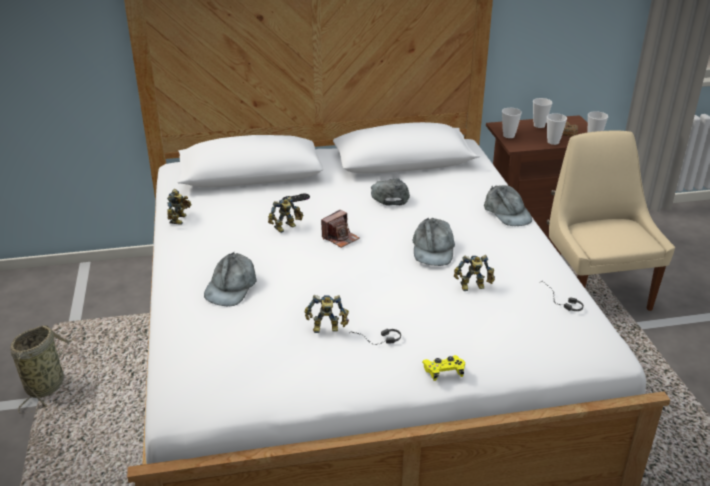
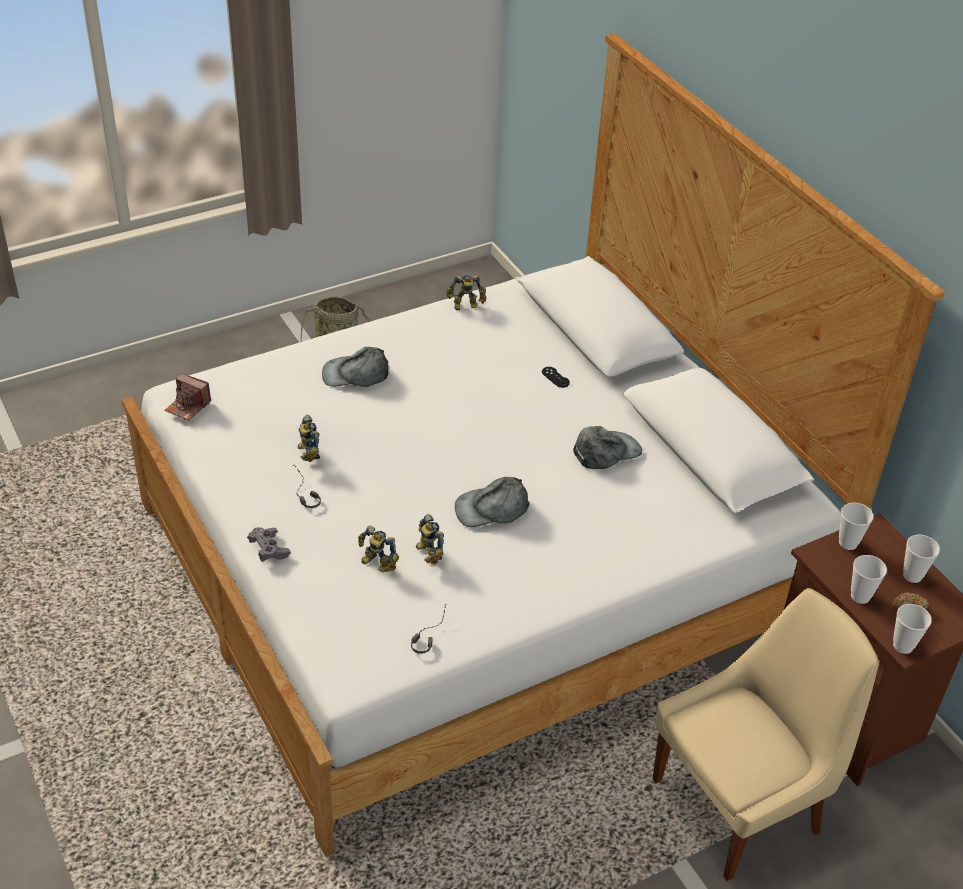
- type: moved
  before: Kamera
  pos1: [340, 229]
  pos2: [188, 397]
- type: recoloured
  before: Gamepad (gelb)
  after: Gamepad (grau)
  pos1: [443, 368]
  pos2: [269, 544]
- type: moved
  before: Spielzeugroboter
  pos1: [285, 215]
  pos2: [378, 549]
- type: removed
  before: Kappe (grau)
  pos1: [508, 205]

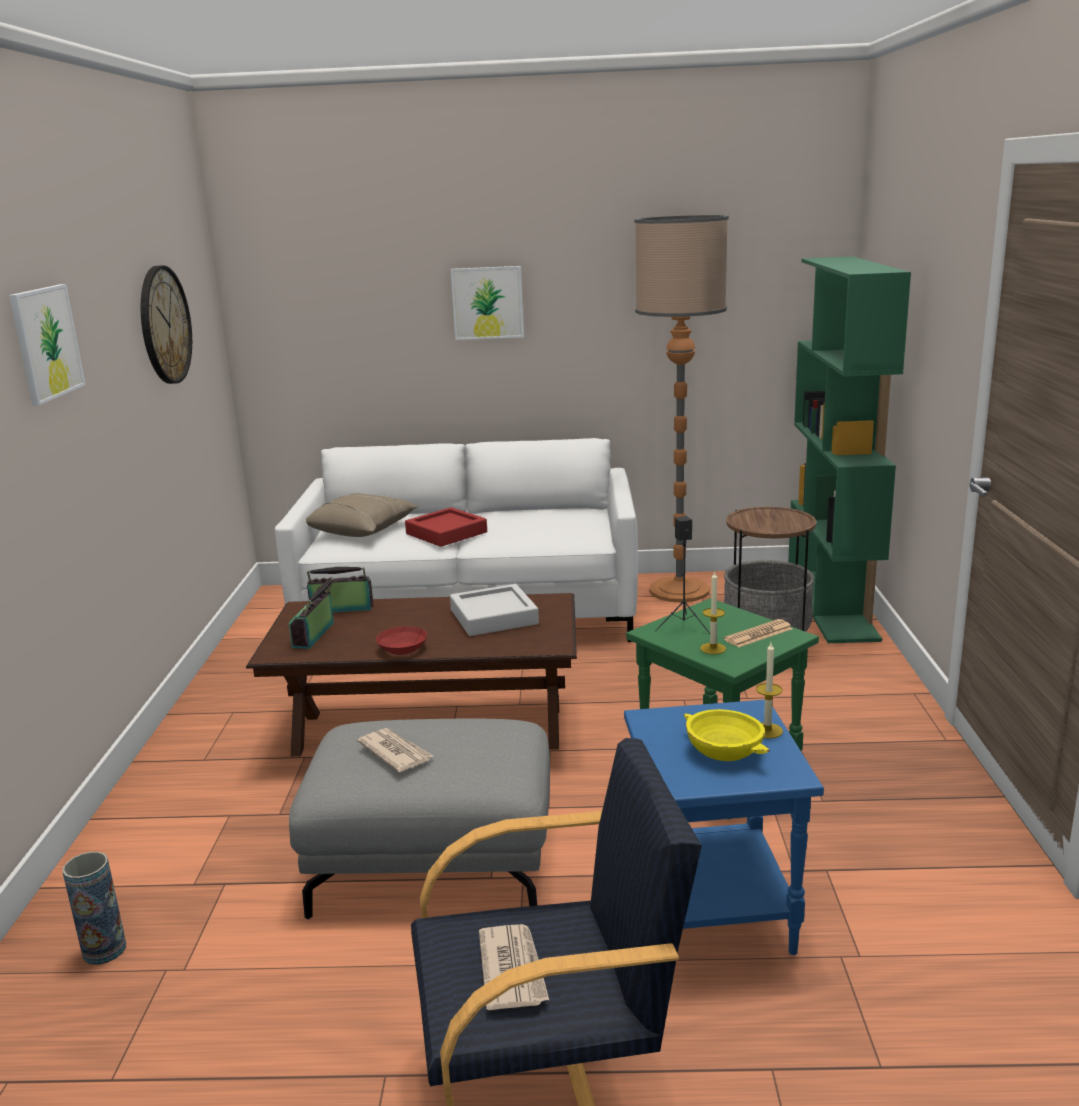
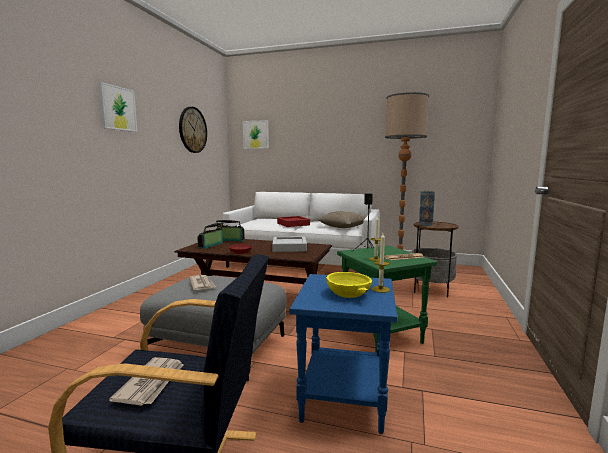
- type: moved
  before: Bild
  pos1: [487, 303]
  pos2: [256, 134]
- type: moved
  before: Kissen (beige)
  pos1: [362, 515]
  pos2: [341, 219]
- type: moved
  before: Vase
  pos1: [94, 908]
  pos2: [427, 208]
- type: removed
  before: Bücherregal (grün)
  pos1: [849, 449]

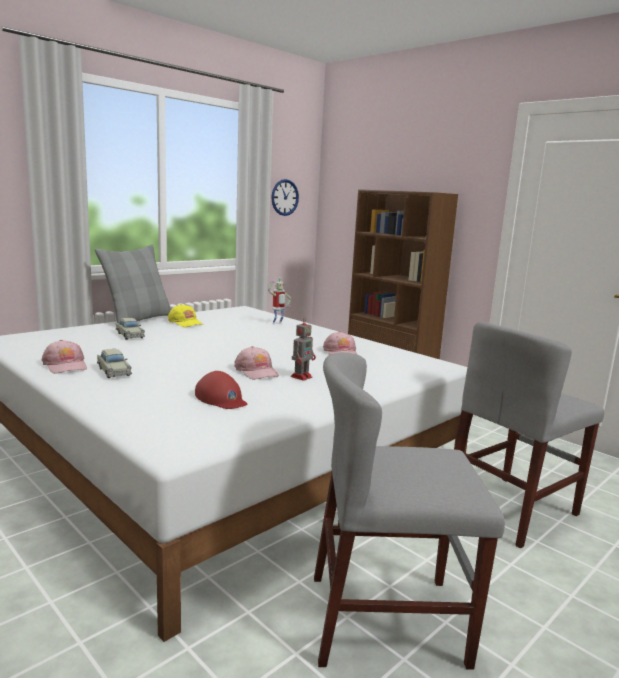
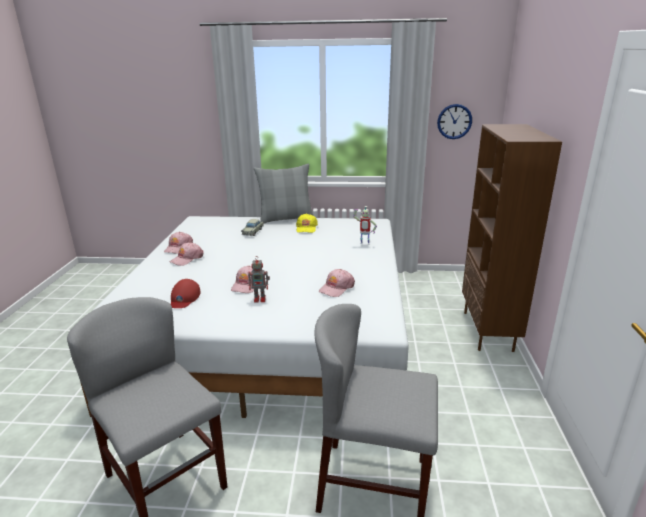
- type: replaced
  before: Spielzeugauto (beige)
  after: Kappe (rosa)
  pos1: [114, 363]
  pos2: [187, 254]

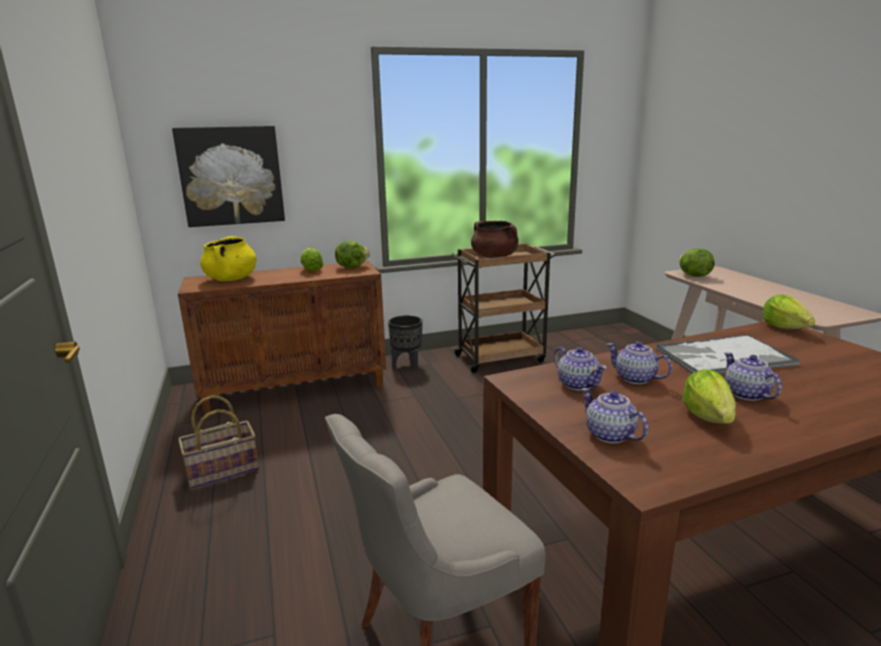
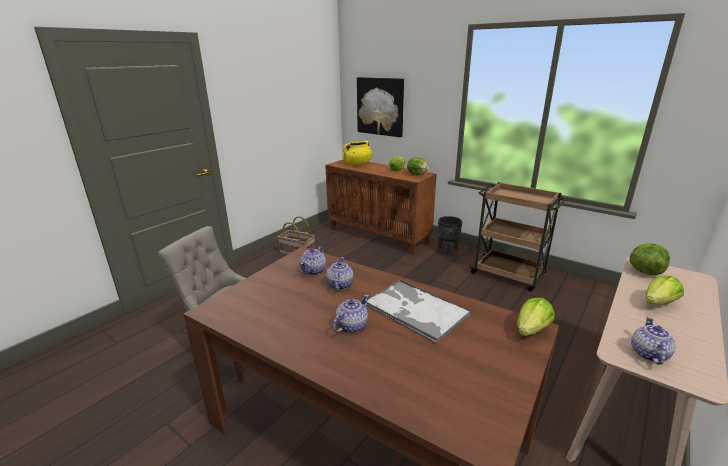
- type: moved
  before: Teekanne
  pos1: [614, 415]
  pos2: [653, 341]
- type: moved
  before: Salatkopf
  pos1: [709, 396]
  pos2: [664, 290]
- type: removed
  before: Kochtopf (braun)
  pos1: [495, 239]

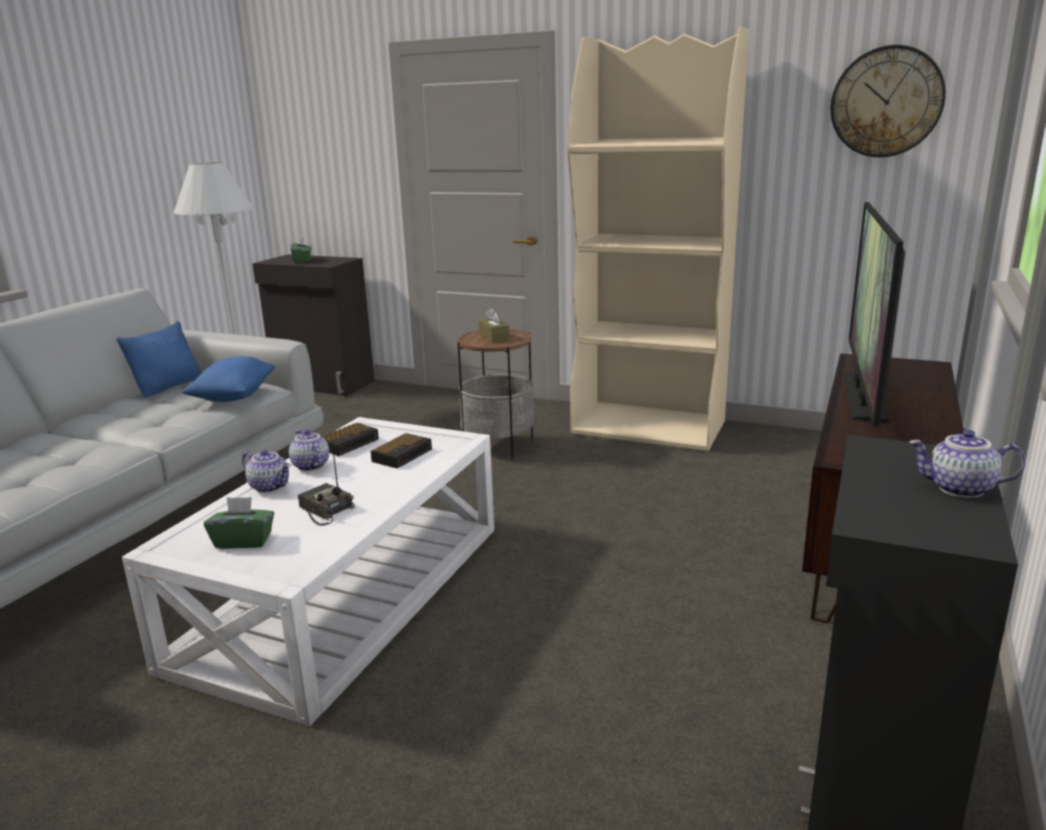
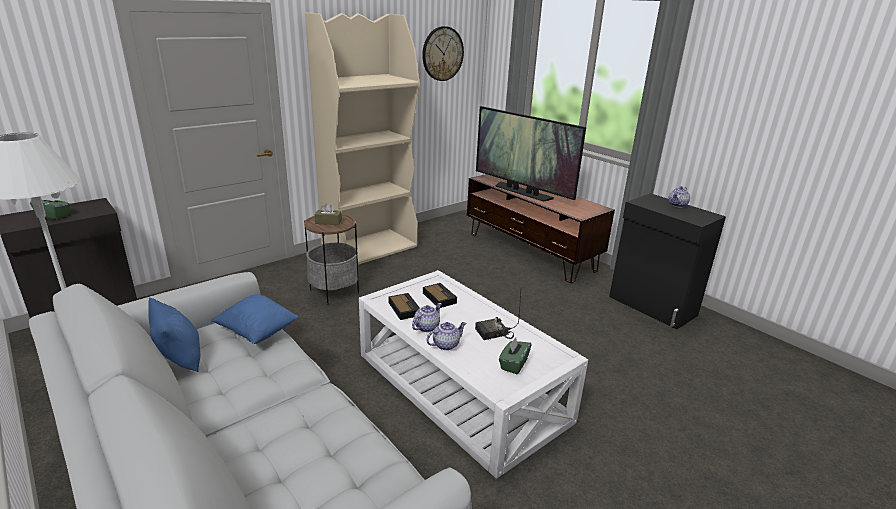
- type: turned
  before: Teekanne
  pos1: [309, 450]
  pos2: [427, 317]
  turn: 135

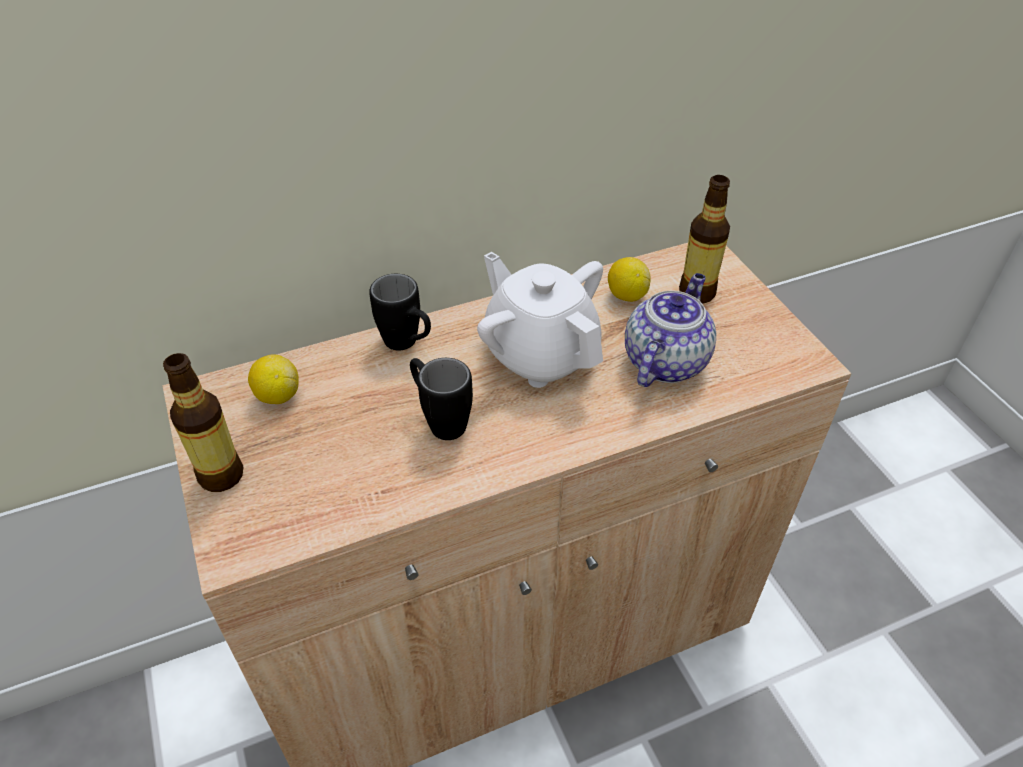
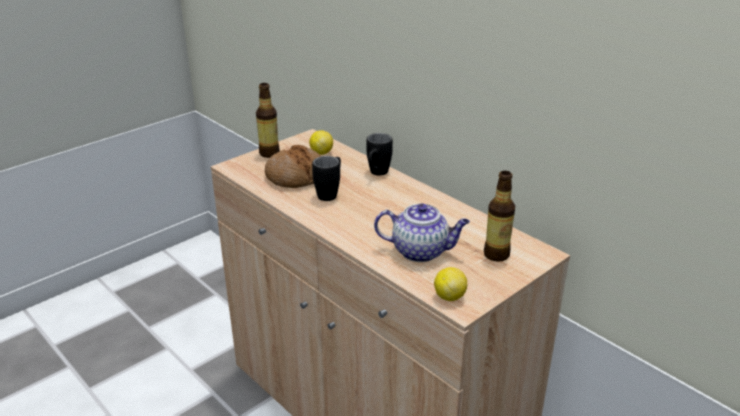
- type: added
  after: Brot
  pos2: [293, 166]
- type: moved
  before: Zitrone
  pos1: [629, 279]
  pos2: [450, 284]
- type: removed
  before: Teekanne (weiß)
  pos1: [540, 320]

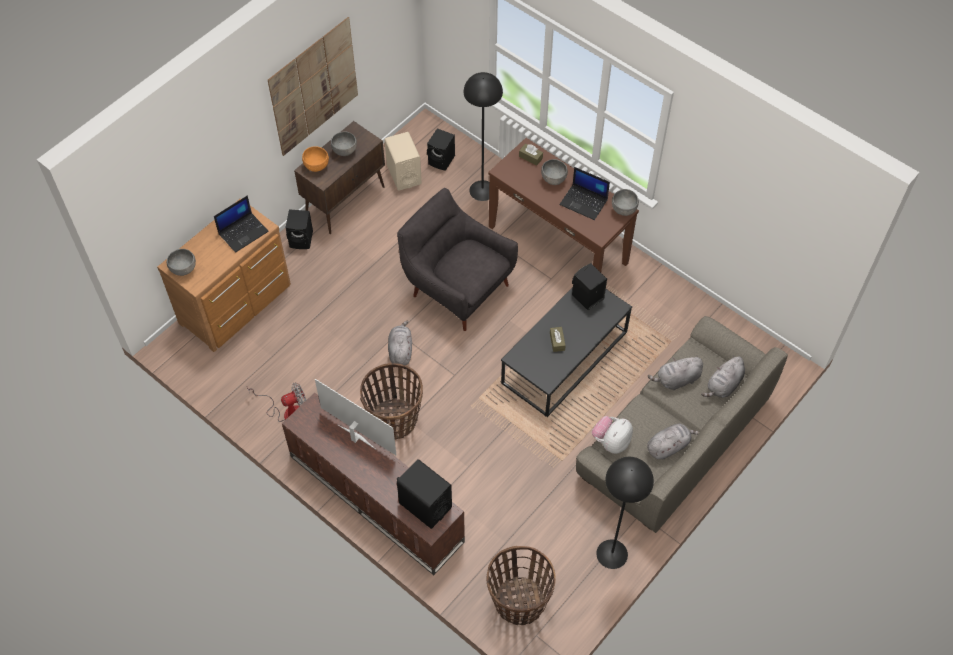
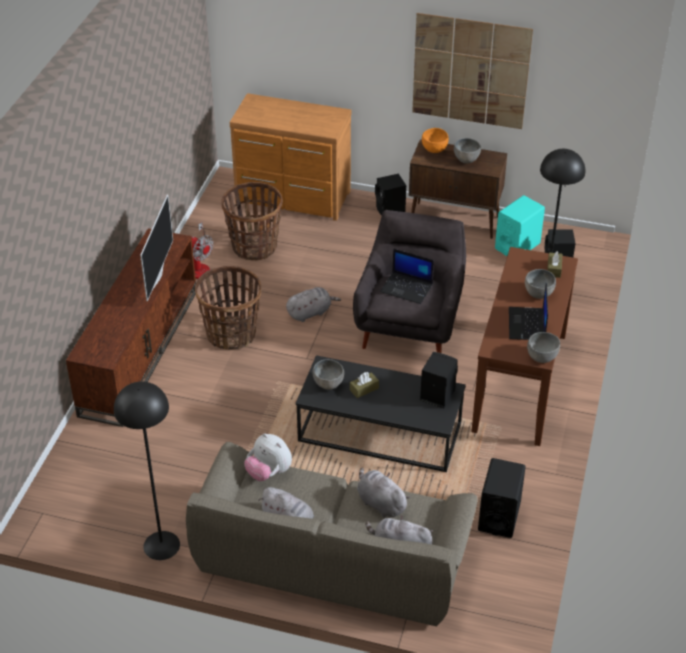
- type: moved
  before: Korb
  pos1: [521, 585]
  pos2: [252, 221]
- type: turned
  before: Plüschtier
  pos1: [612, 435]
  pos2: [268, 457]
  turn: -150
- type: moved
  before: Schüssel (grau)
  pos1: [181, 262]
  pos2: [328, 374]
- type: moved
  before: Laptop
  pos1: [241, 224]
  pos2: [407, 276]
- type: moved
  before: Lautsprecher (schwarz)
  pos1: [424, 494]
  pos2: [502, 498]
- type: recoloured
  before: Lautsprecher (beige)
  after: Lautsprecher (türkis)
  pos1: [403, 161]
  pos2: [520, 225]

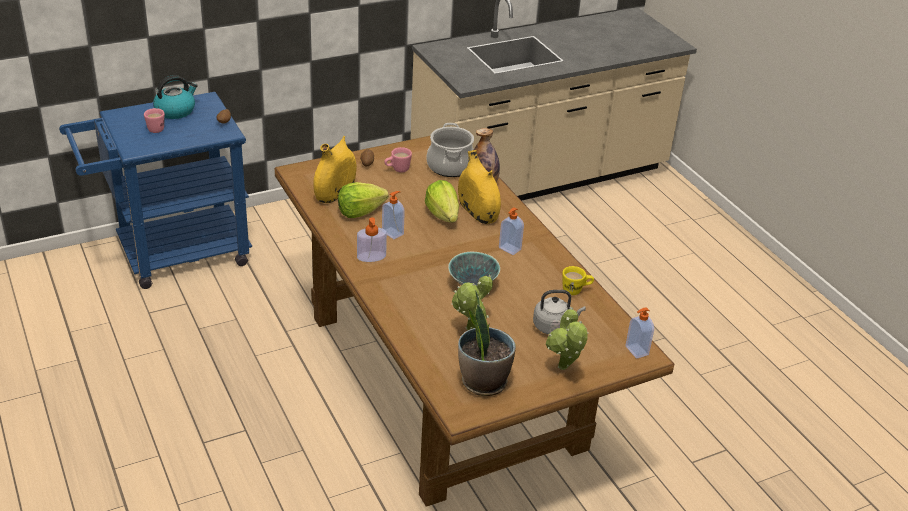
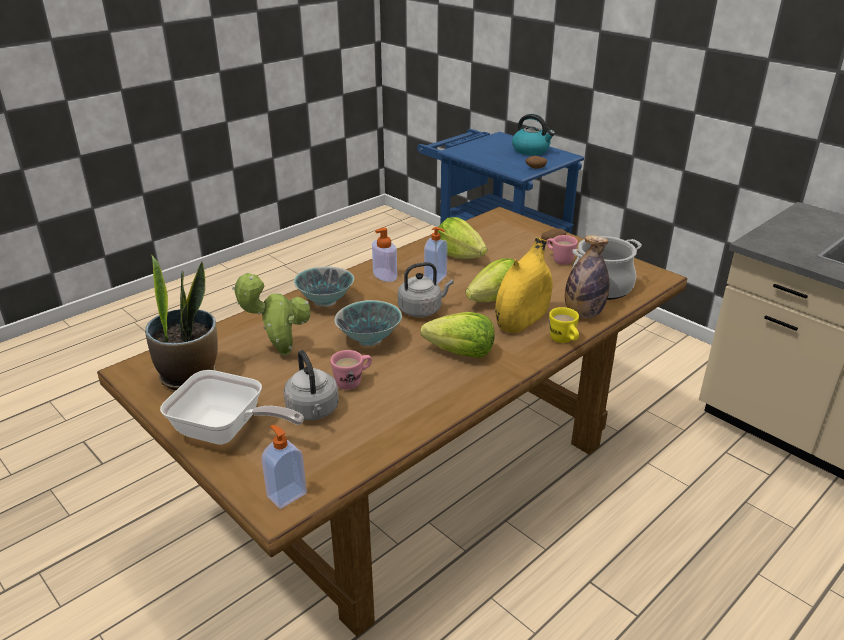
- type: replaced
  before: Topfpflanze
  after: Pfanne
  pos1: [567, 338]
  pos2: [232, 407]
- type: added
  after: Schüssel
  pos2: [324, 287]
- type: moved
  before: Henkelbecher (rosa)
  pos1: [154, 120]
  pos2: [351, 370]
- type: added
  after: Wasserkessel (grau)
  pos2: [426, 289]
- type: replaced
  before: Seifenspender
  after: Salatkopf
  pos1: [511, 231]
  pos2: [457, 335]
- type: moved
  before: Henkelbecher (gelb)
  pos1: [578, 280]
  pos2: [564, 325]
- type: removed
  before: Vase (gelb)
  pos1: [335, 169]

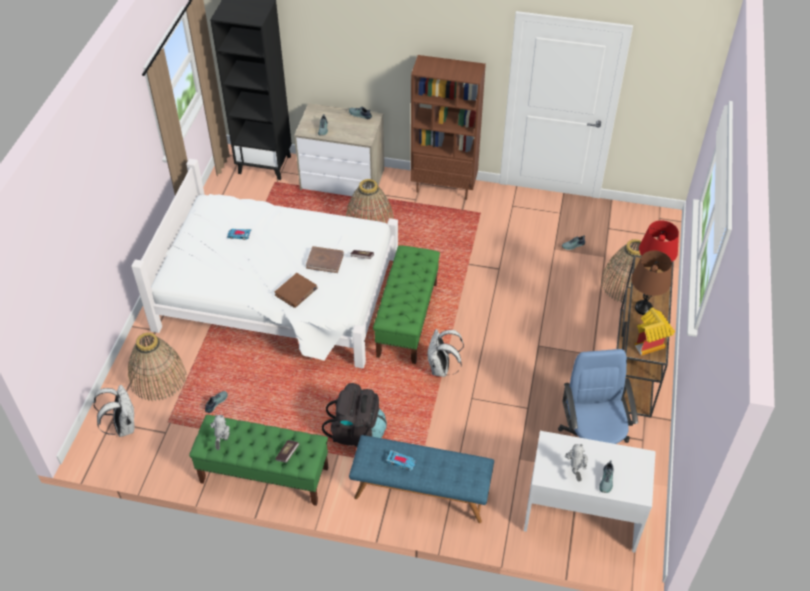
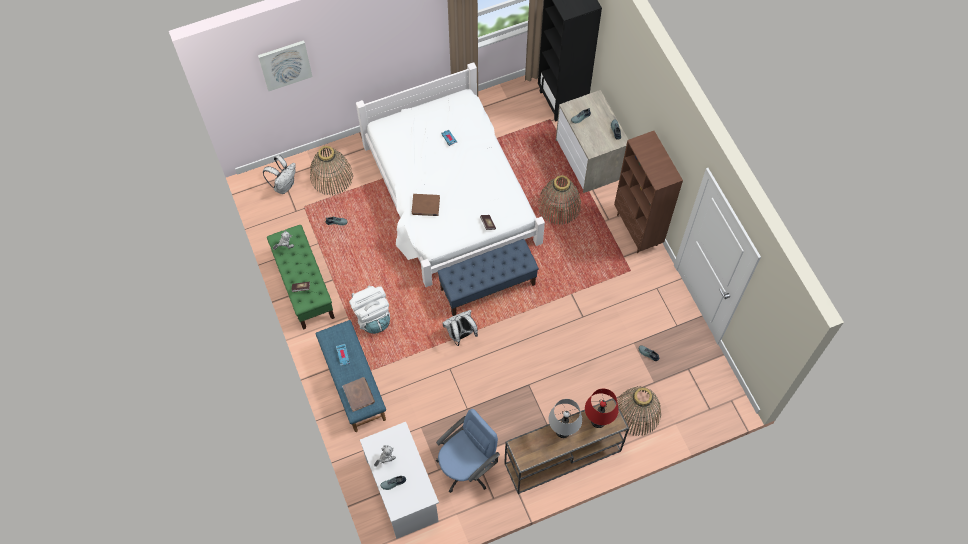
- type: added
  after: Bild
  pos2: [285, 65]
- type: moved
  before: Buch (braun)
  pos1: [325, 259]
  pos2: [358, 394]
- type: recoloured
  before: Rucksack (schwarz)
  after: Rucksack (weiß)
  pos1: [354, 415]
  pos2: [369, 309]
- type: recoloured
  before: Bank (grün)
  after: Bank (blau)
  pos1: [406, 304]
  pos2: [488, 277]
- type: recoloured
  before: Tischlampe (braun)
  after: Tischlampe (grau)
  pos1: [651, 282]
  pos2: [565, 418]
- type: removed
  before: Spielzeughaus
  pos1: [654, 331]

